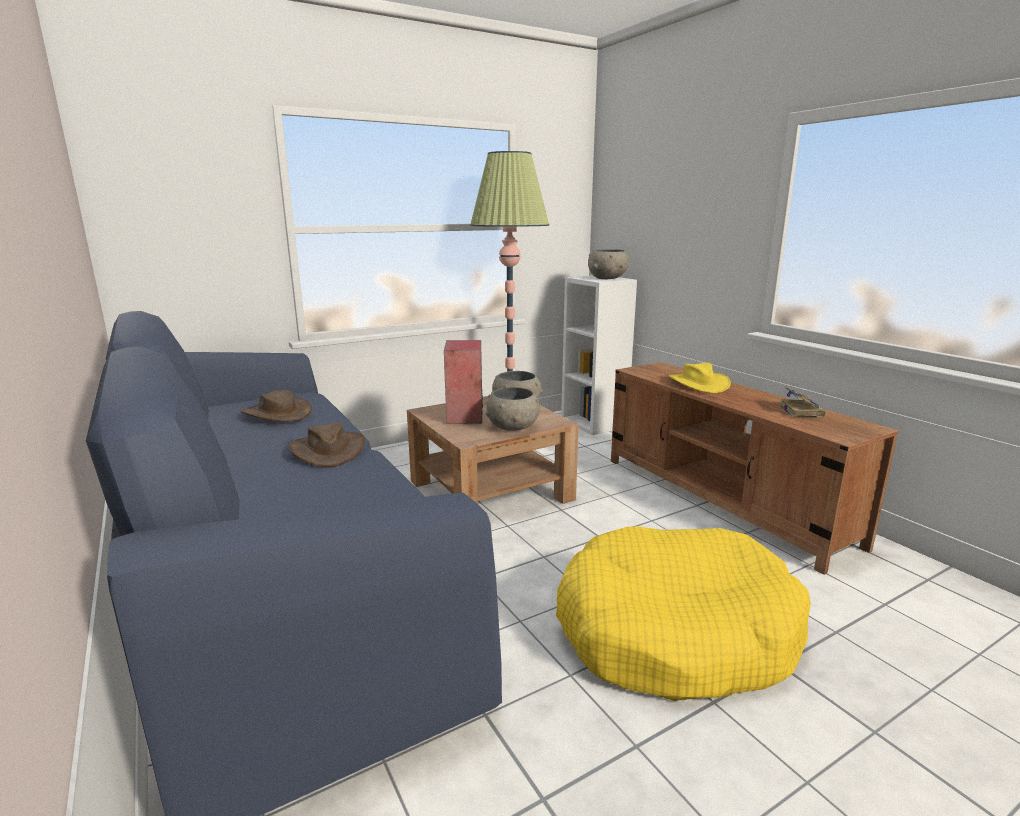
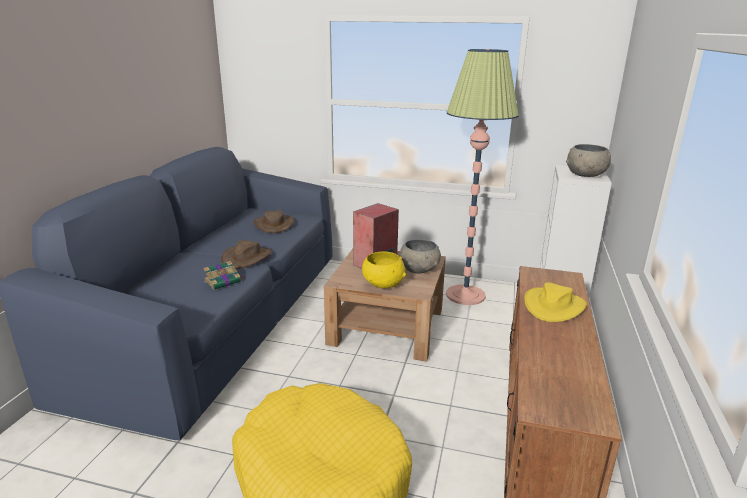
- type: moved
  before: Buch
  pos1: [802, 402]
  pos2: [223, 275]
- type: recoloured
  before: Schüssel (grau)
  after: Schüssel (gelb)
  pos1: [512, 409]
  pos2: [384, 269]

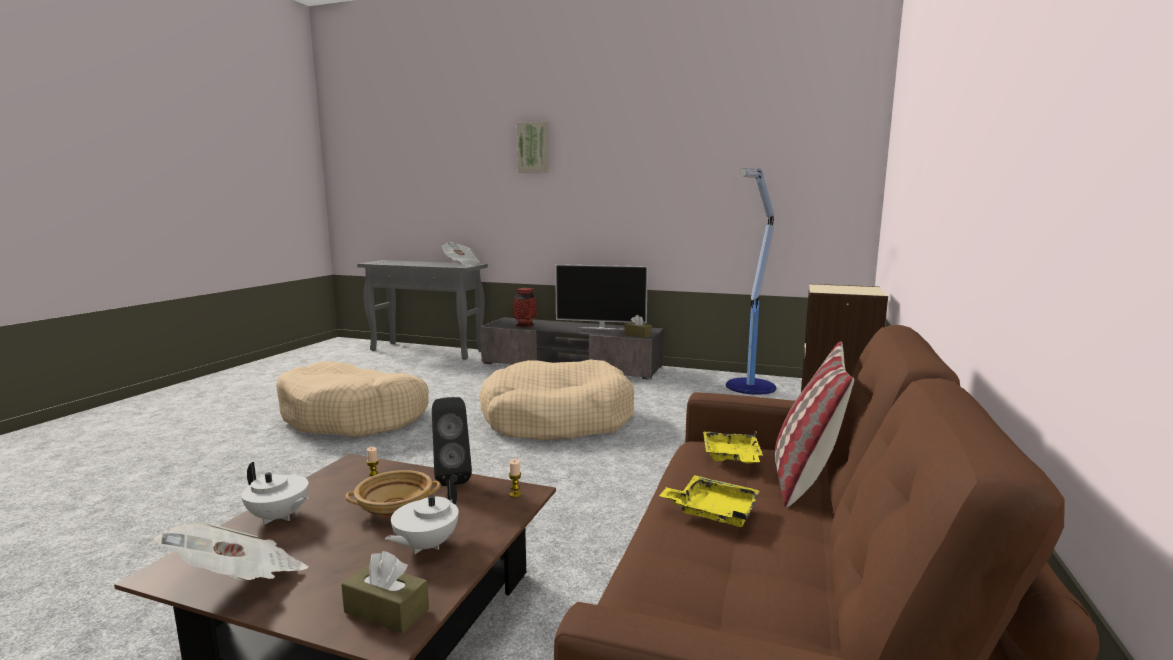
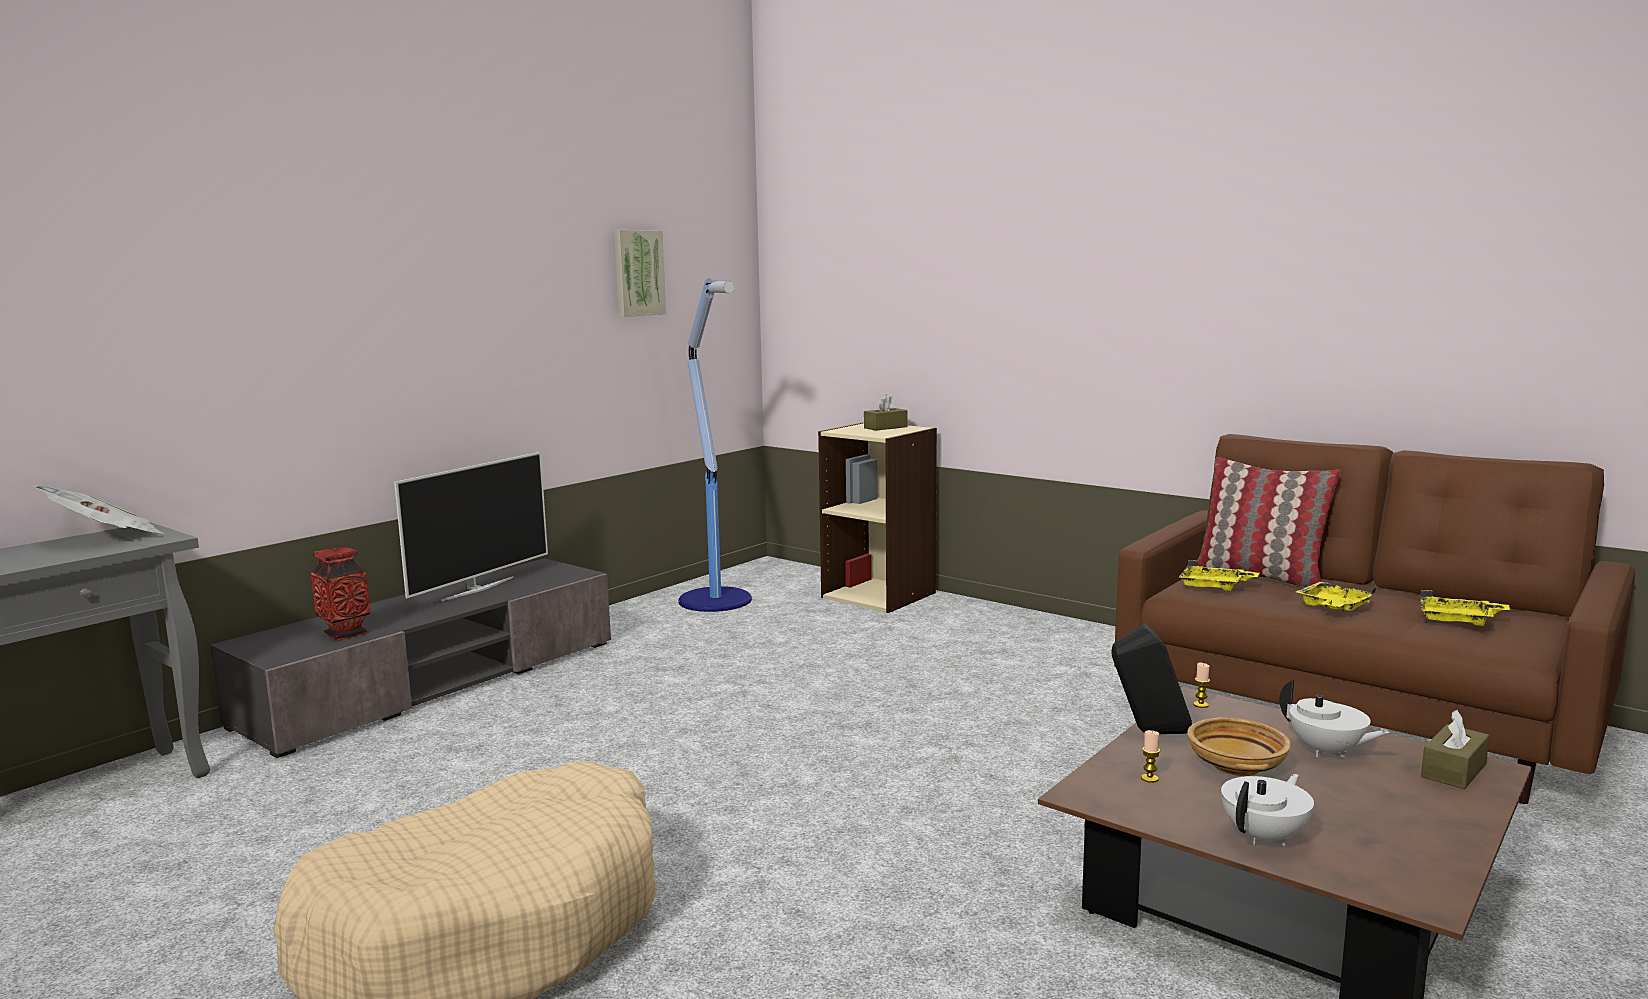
- type: moved
  before: Bild
  pos1: [533, 147]
  pos2: [640, 273]
- type: moved
  before: Taschentuchbox (braun)
  pos1: [638, 326]
  pos2: [885, 412]
- type: added
  after: Tablett (gelb)
  pos2: [1465, 608]
- type: removed
  before: Zeitung
  pos1: [231, 552]
- type: removed
  before: Hundebett (beige)
  pos1: [556, 400]

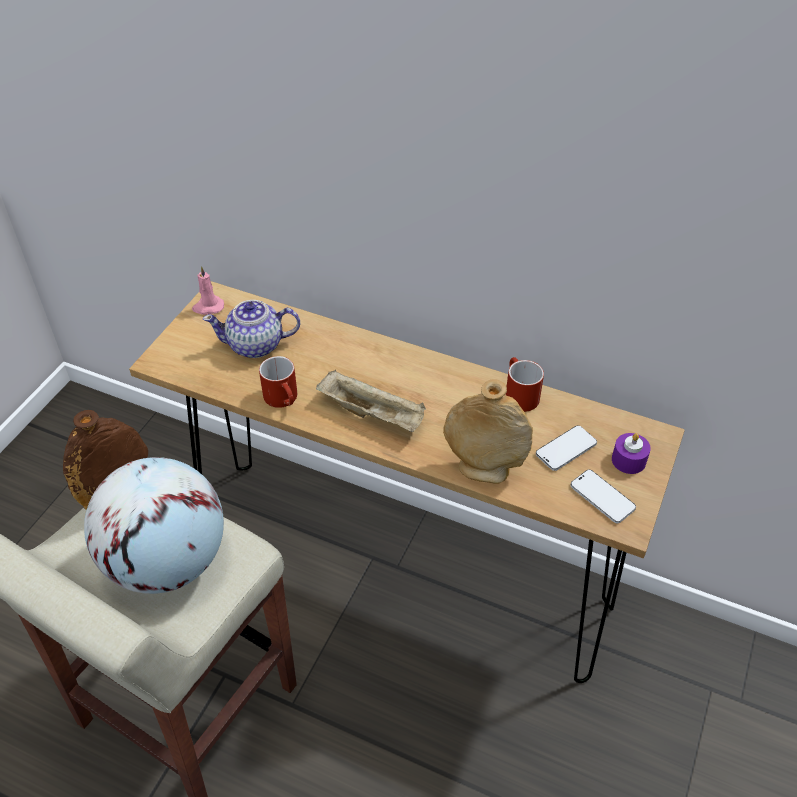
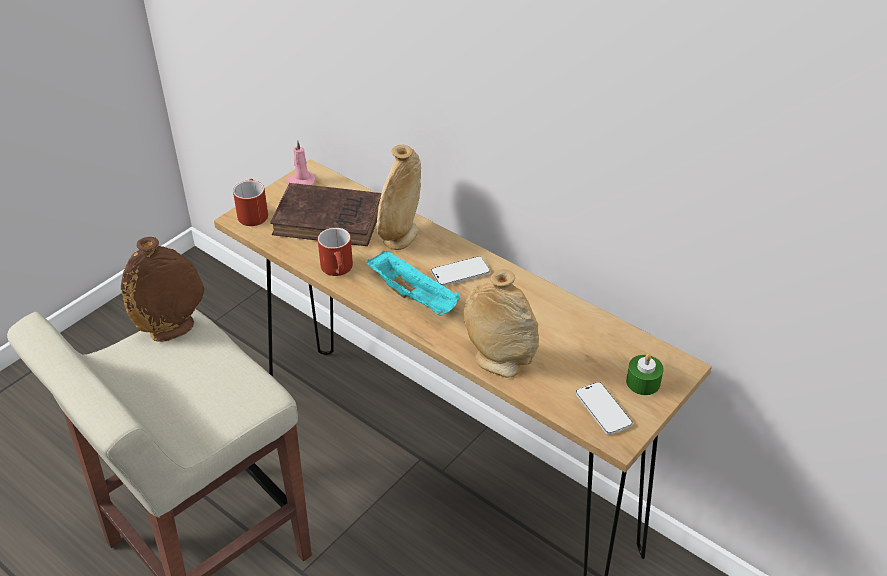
- type: moved
  before: Henkelbecher (rot)
  pos1: [525, 384]
  pos2: [250, 202]
- type: replaced
  before: Teekanne
  after: Buch (braun)
  pos1: [251, 329]
  pos2: [325, 214]
- type: recoloured
  before: Tablett (beige)
  after: Tablett (türkis)
  pos1: [371, 401]
  pos2: [413, 283]
- type: added
  after: Vase (beige)
  pos2: [398, 197]
- type: moved
  before: Handy
  pos1: [566, 448]
  pos2: [460, 271]
- type: recoloured
  before: Kerze (lila)
  after: Kerze (grün)
  pos1: [631, 453]
  pos2: [645, 374]
- type: removed
  before: Globus
  pos1: [154, 525]

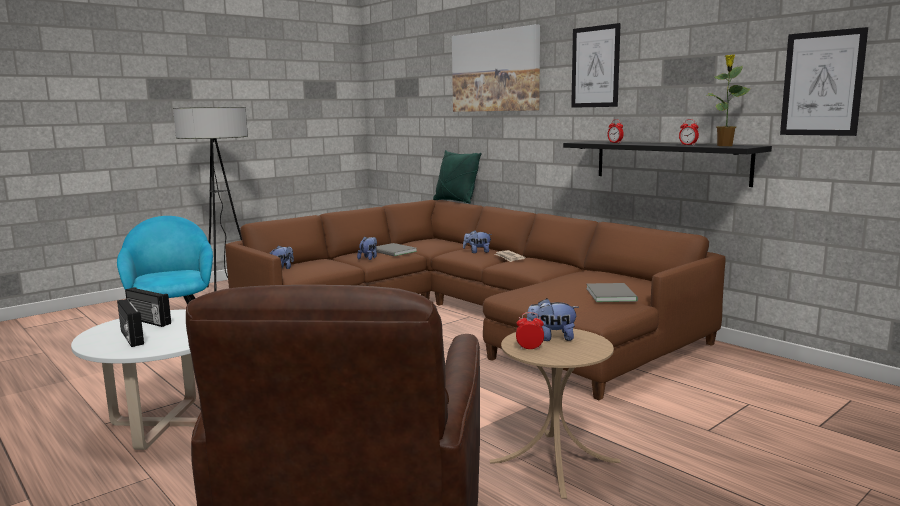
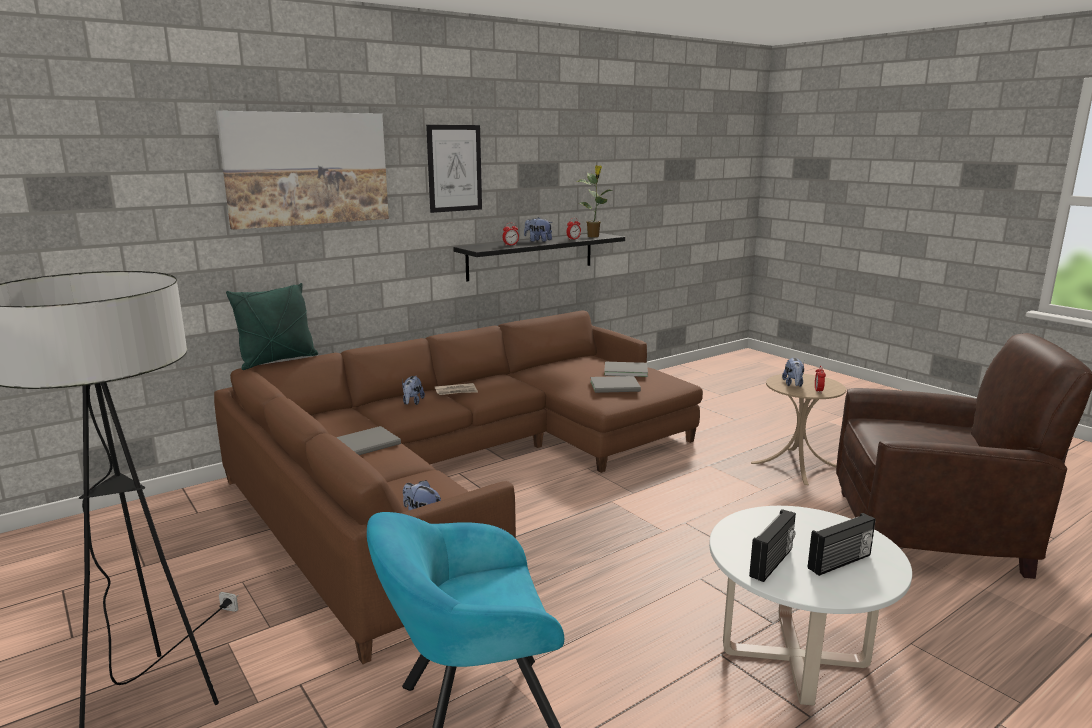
- type: moved
  before: Plüschtier
  pos1: [367, 248]
  pos2: [538, 229]
- type: added
  after: Buch (grau)
  pos2: [615, 384]
- type: removed
  before: Bild
  pos1: [824, 81]

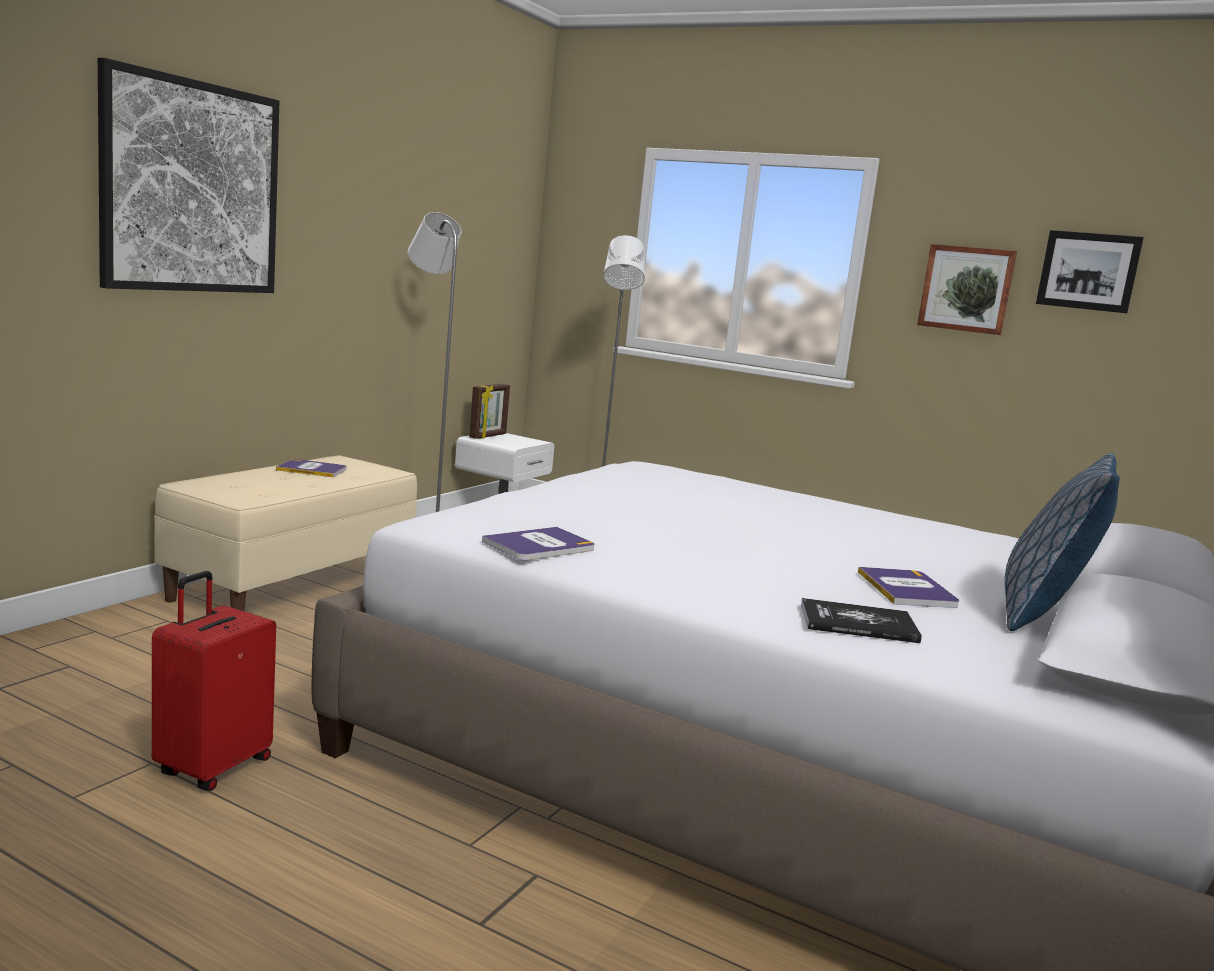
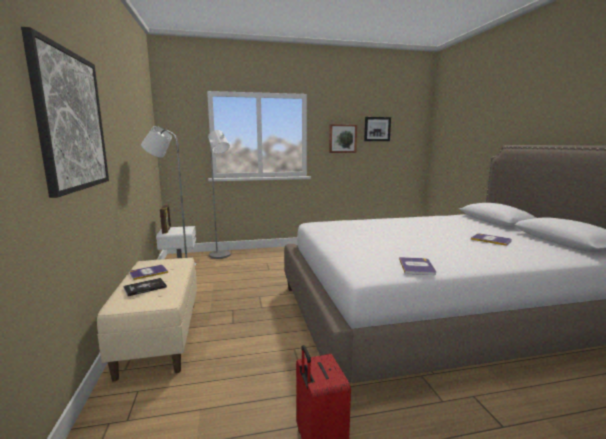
- type: moved
  before: Buch
  pos1: [861, 620]
  pos2: [145, 287]
- type: removed
  before: Kissen
  pos1: [1062, 542]

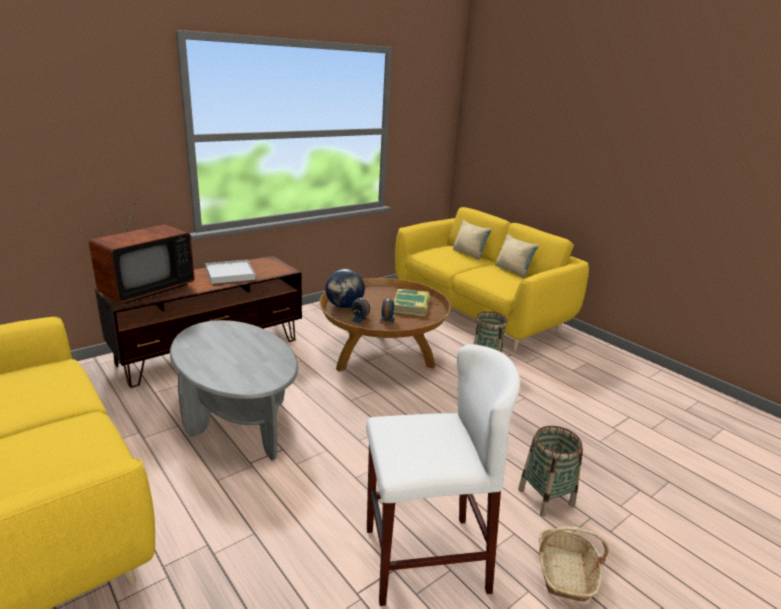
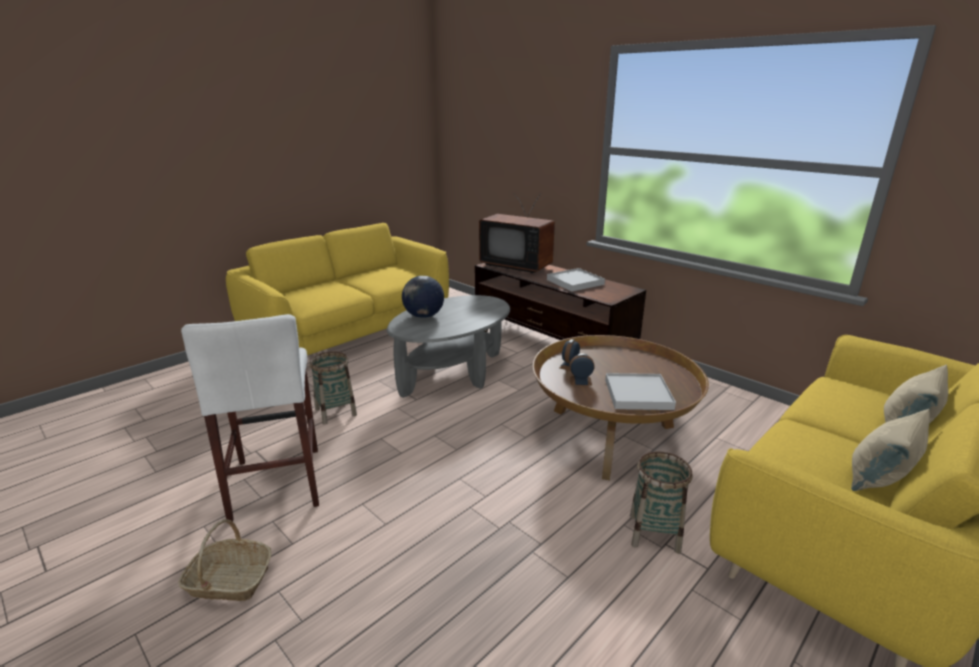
- type: moved
  before: Korb
  pos1: [550, 471]
  pos2: [333, 387]
- type: moved
  before: Globus
  pos1: [345, 288]
  pos2: [423, 297]
- type: replaced
  before: Buch
  after: Tablett (weiß)
  pos1: [412, 302]
  pos2: [640, 391]

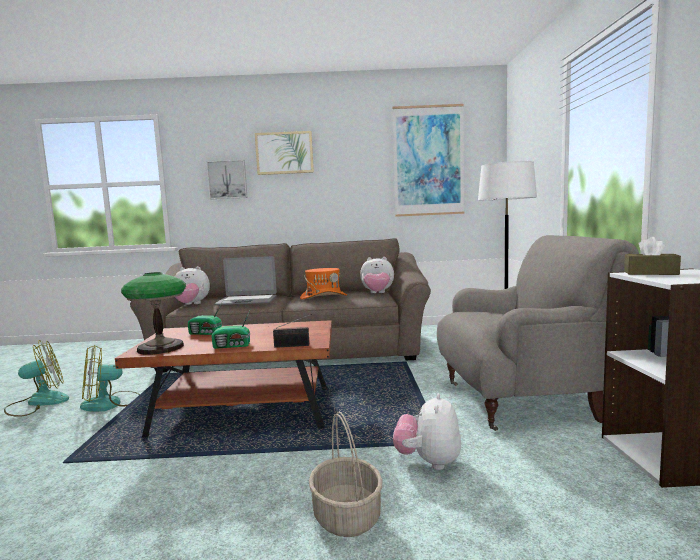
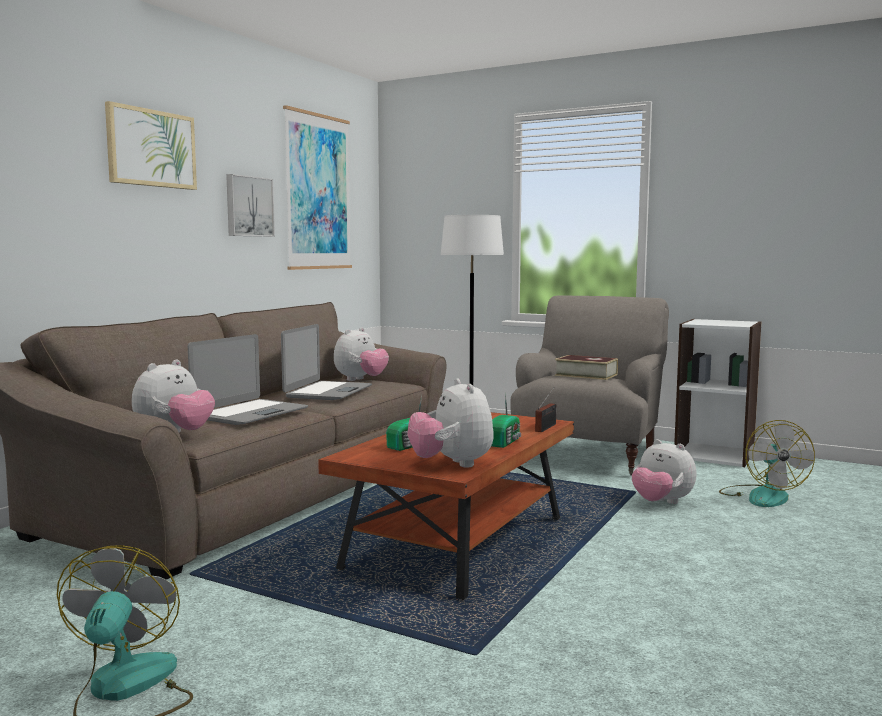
- type: moved
  before: Bild
  pos1: [227, 179]
  pos2: [250, 205]
- type: replaced
  before: Hut (orange)
  after: Laptop
  pos1: [323, 283]
  pos2: [326, 362]
- type: replaced
  before: Tischlampe
  after: Plüschtier
  pos1: [153, 313]
  pos2: [451, 423]
- type: added
  after: Buch
  pos2: [586, 367]
- type: moved
  before: Ventilator
  pos1: [110, 378]
  pos2: [767, 463]
- type: removed
  before: Korb
  pos1: [345, 474]
- type: removed
  before: Taschentuchbox (braun)
  pos1: [652, 256]

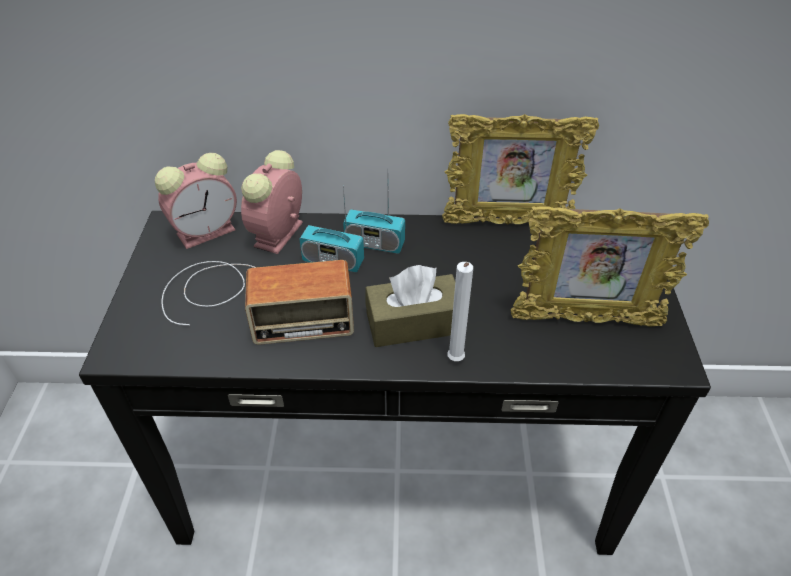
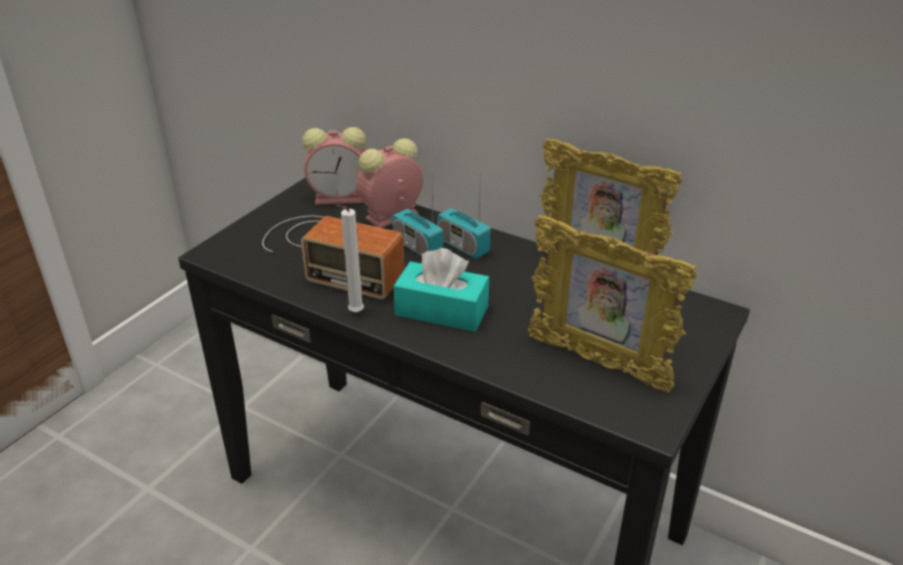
- type: moved
  before: Kerze (weiß)
  pos1: [460, 311]
  pos2: [350, 259]
- type: recoloured
  before: Taschentuchbox (braun)
  after: Taschentuchbox (türkis)
  pos1: [410, 306]
  pos2: [441, 290]

